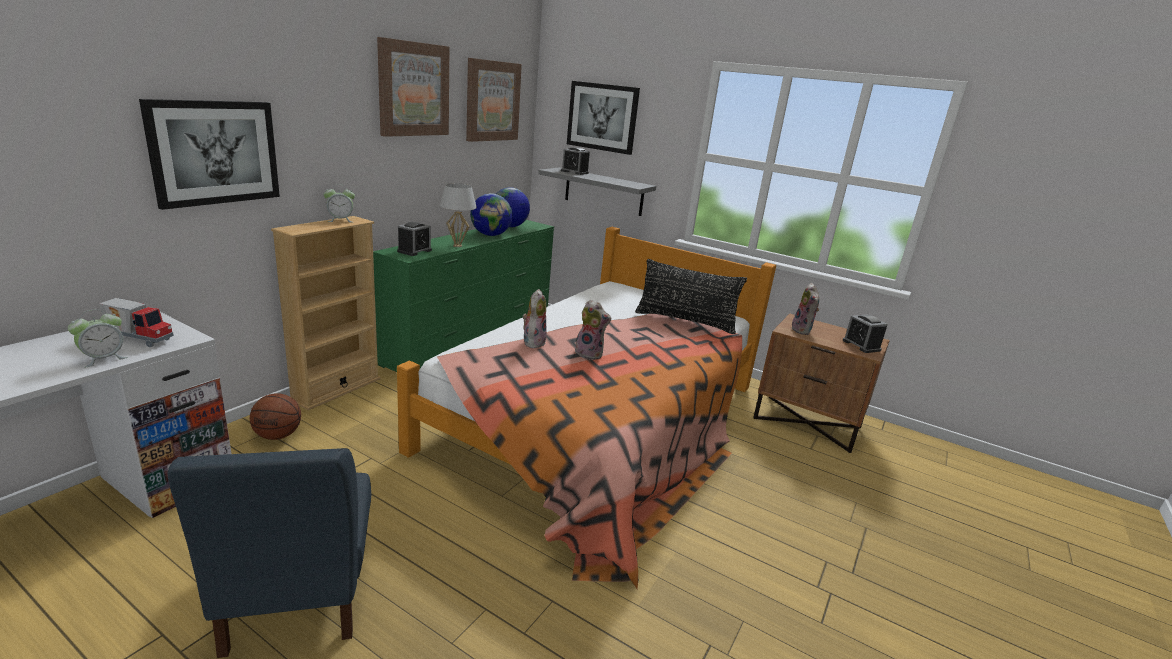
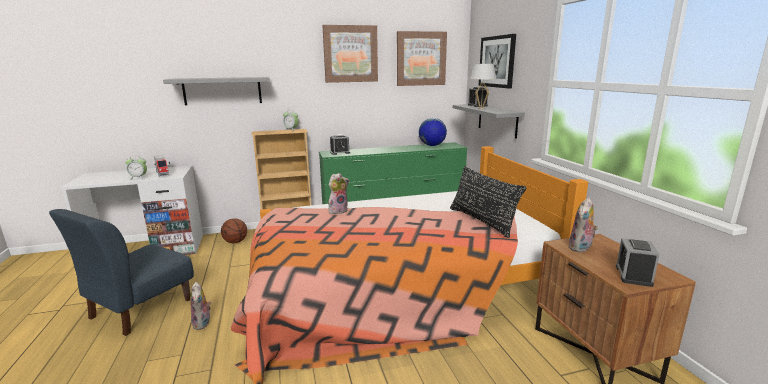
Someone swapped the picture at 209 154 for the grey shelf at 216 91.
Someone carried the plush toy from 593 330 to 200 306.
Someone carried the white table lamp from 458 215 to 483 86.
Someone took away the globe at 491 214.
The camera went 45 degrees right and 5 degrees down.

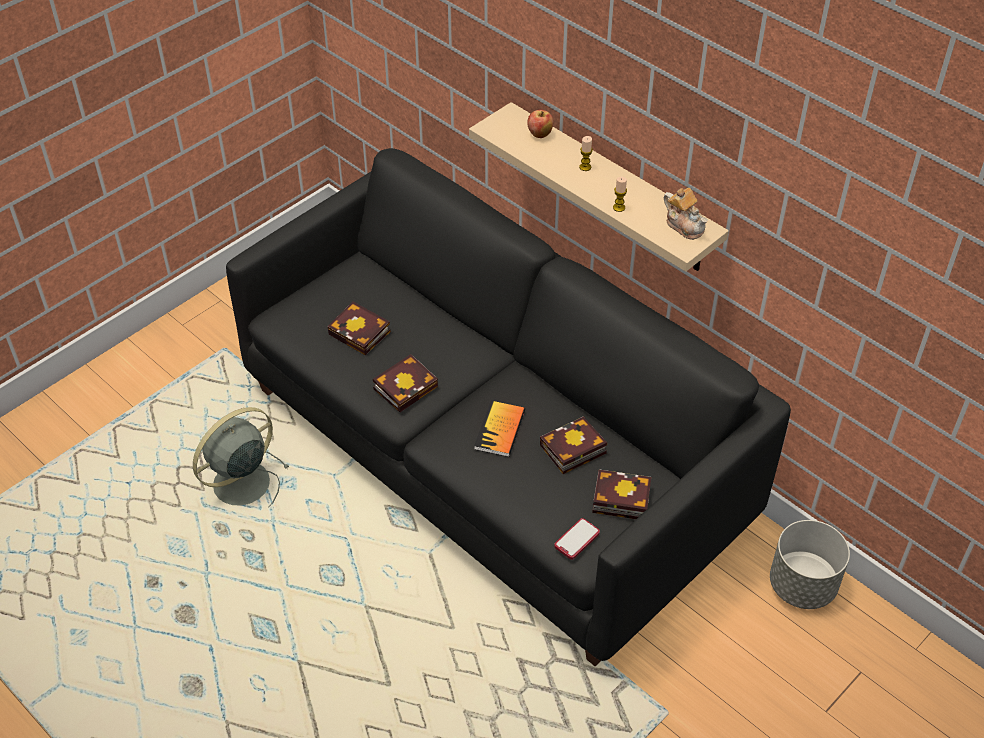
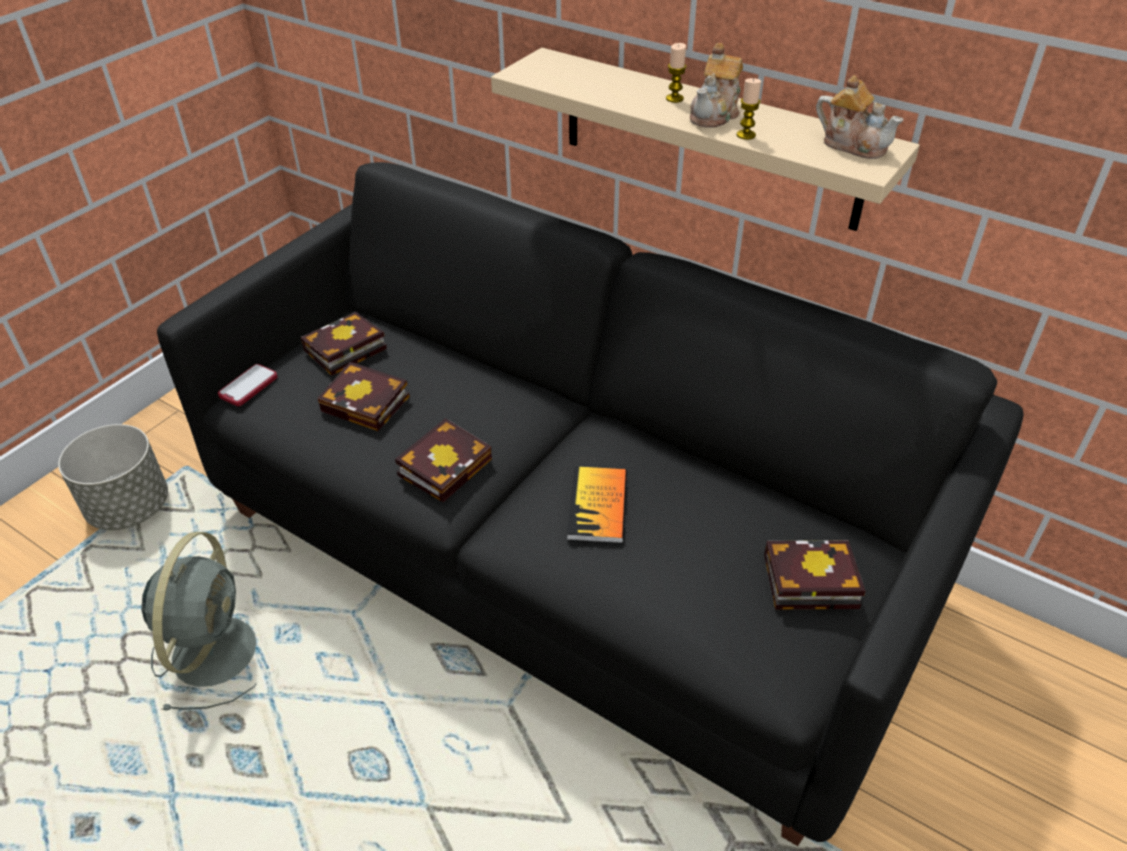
Someone carried the grey planter from 810 564 to 113 477.
Someone rotated the grey fan at 241 457 by 150 degrees clockwise.
Someone carried the phone from 577 539 to 248 385.
Someone carried the book from 573 445 to 344 344.
Someone put down the teapot at 716 85.
Someone took away the apple at 540 124.
The camera went 10 degrees left and 5 degrees down.

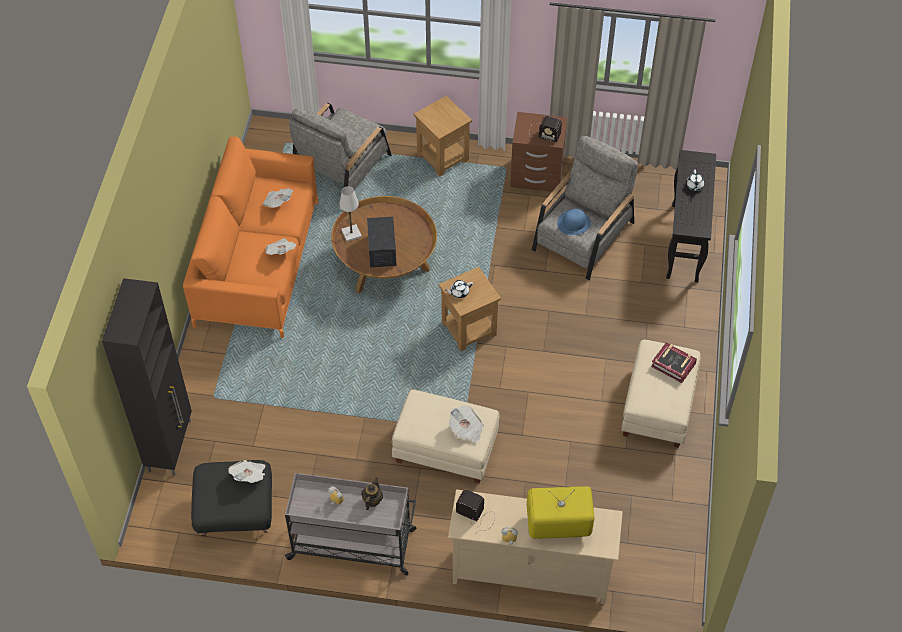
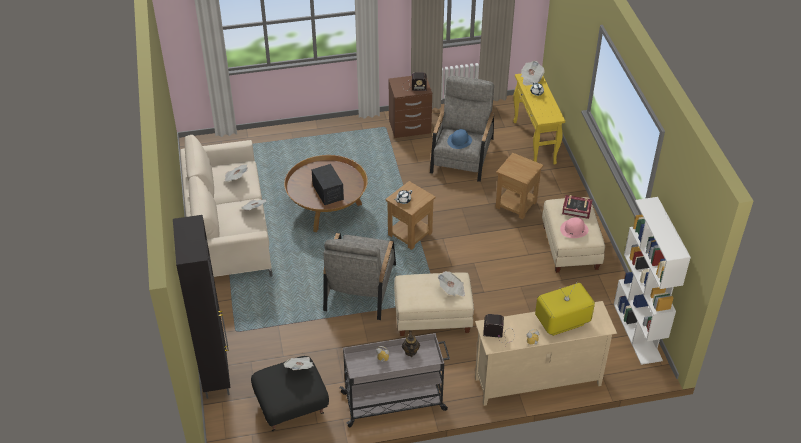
Someone repainted the orange sofa at 251 237, which became the beige sofa at 226 206.
Someone carried the grey armchair from 340 146 to 359 276.
Someone carried the brown side table from 443 136 to 519 186.
Someone repainted the black console table at 691 216, which became the yellow console table at 539 118.
Someone put down the newspaper at 533 73.
Someone put down the pink hat at 574 227.
Someone put down the white bookcase at 652 281.
Someone took away the white table lamp at 350 214.
The camera went 20 degrees left and 10 degrees down.

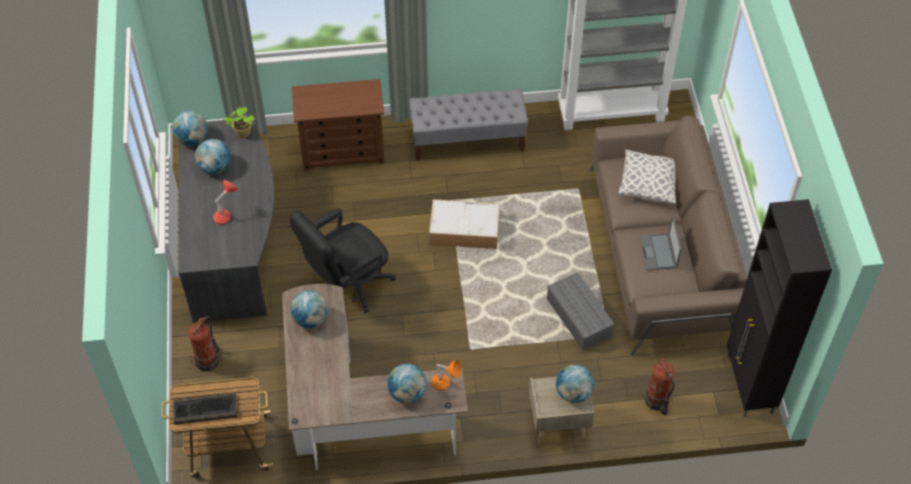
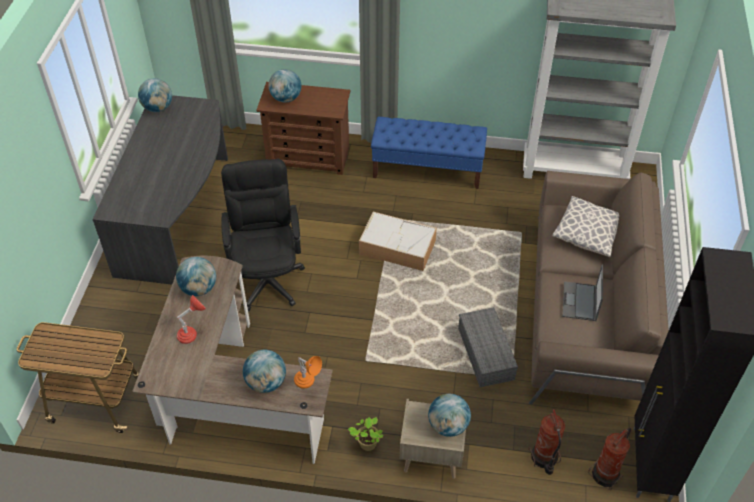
Someone carried the red table lamp from 225 202 to 191 319.
Someone rotated the black office chair at 343 260 by 105 degrees clockwise.
Someone carried the globe from 213 156 to 284 85.
Someone carried the potted plant from 239 122 to 366 434.
Someone repainted the grey bench at 468 125, which became the blue bench at 429 153.
Someone carried the fire extinguisher from 205 344 to 609 459.
Someone took away the keyboard at 205 409.
The camera went 15 degrees right and 5 degrees down.

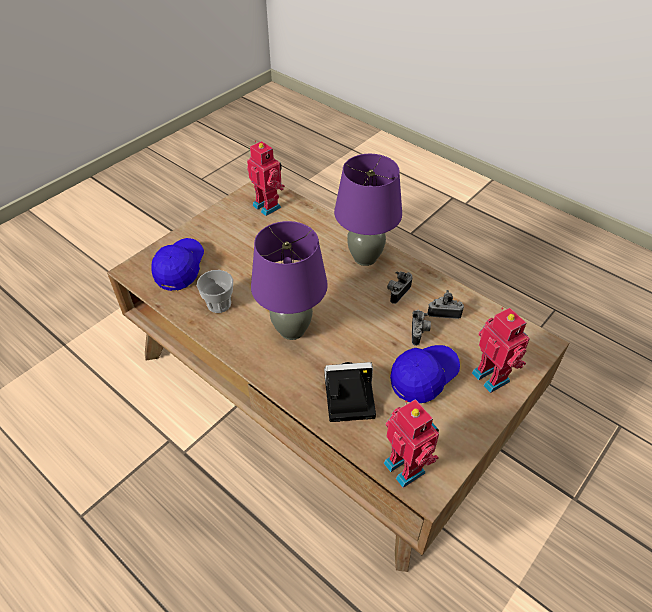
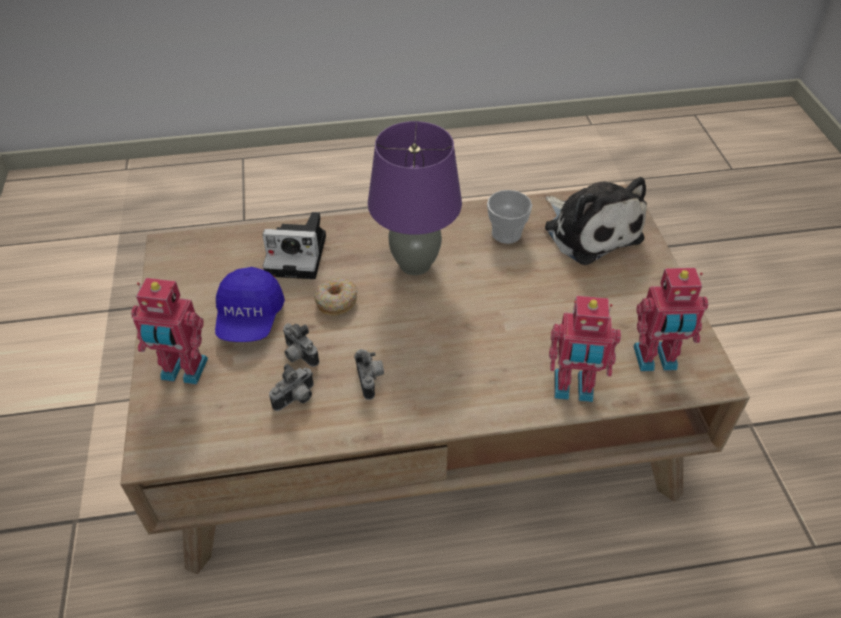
Someone rotated the photo camera at 350 392 by 60 degrees clockwise.
Someone put down the donut at 336 297.
Someone swapped the blue cap at 177 264 for the plush toy at 596 221.
Someone carried the toy robot from 411 443 to 585 349.
Someone took away the purple table lamp at 368 210.
The camera went 130 degrees right and 0 degrees up.

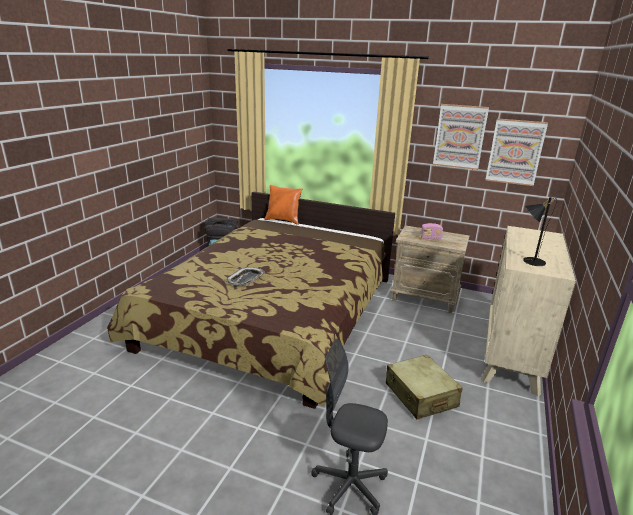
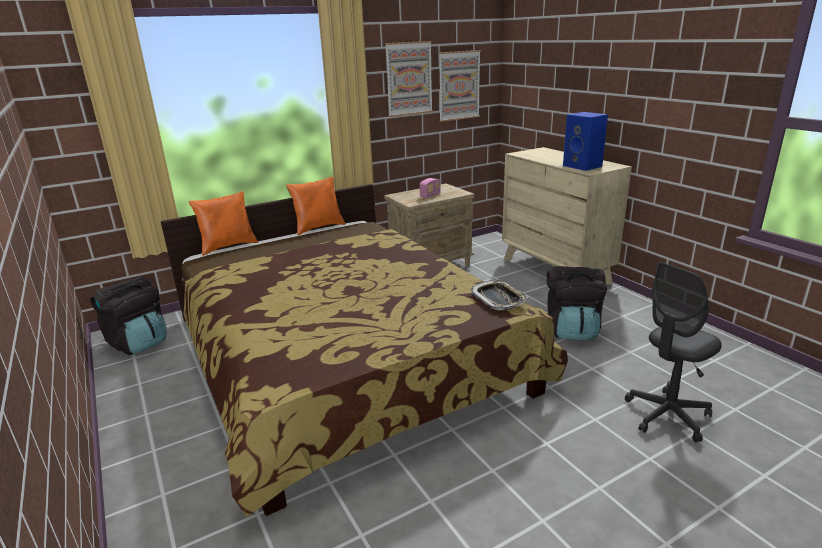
Someone put down the orange pillow at 316 205.
Someone carried the tray from 245 276 to 499 295.
Someone swapped the beige suitcase at 424 387 for the black backpack at 577 303.
Someone swapped the black table lamp at 540 231 for the blue speaker at 585 141.
The camera went 50 degrees left and 0 degrees up.

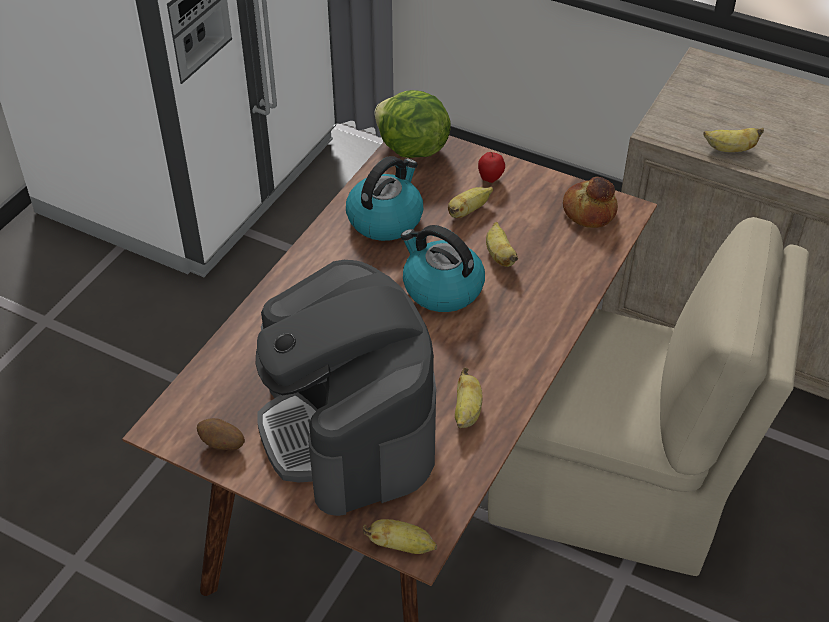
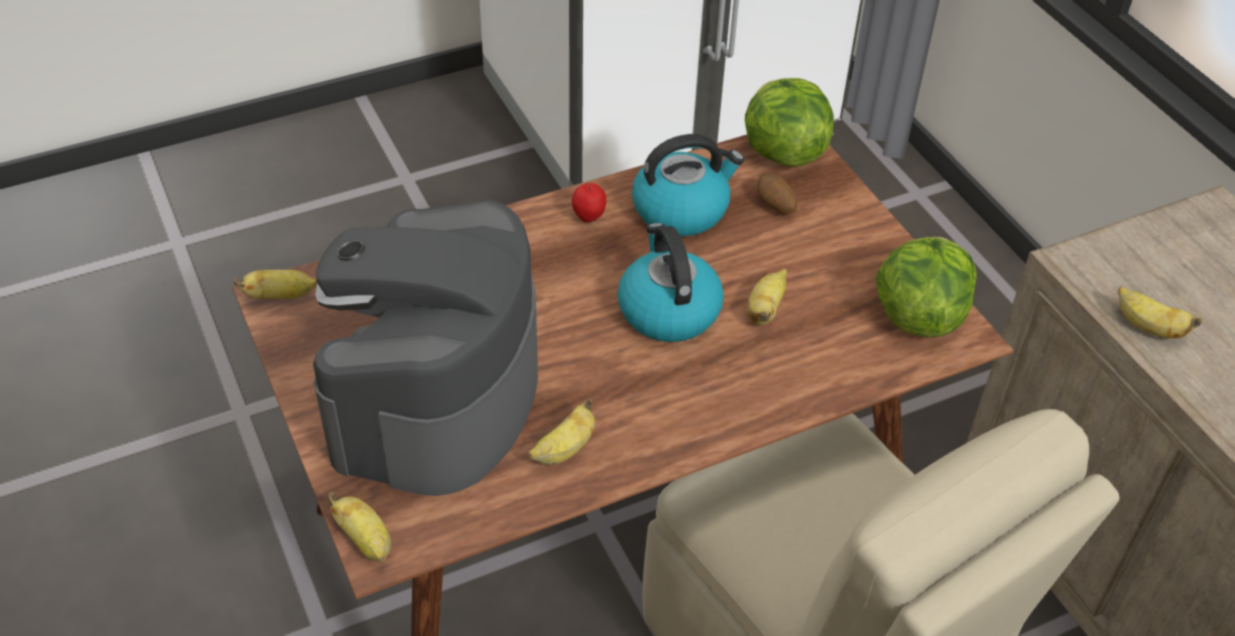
Someone carried the banana from 470 202 to 275 284.
Someone carried the apple from 491 167 to 589 202.
Someone carried the potato from 221 434 to 777 194.
Someone swapped the bread at 590 202 for the lettuce at 926 287.
The camera went 35 degrees right and 0 degrees up.

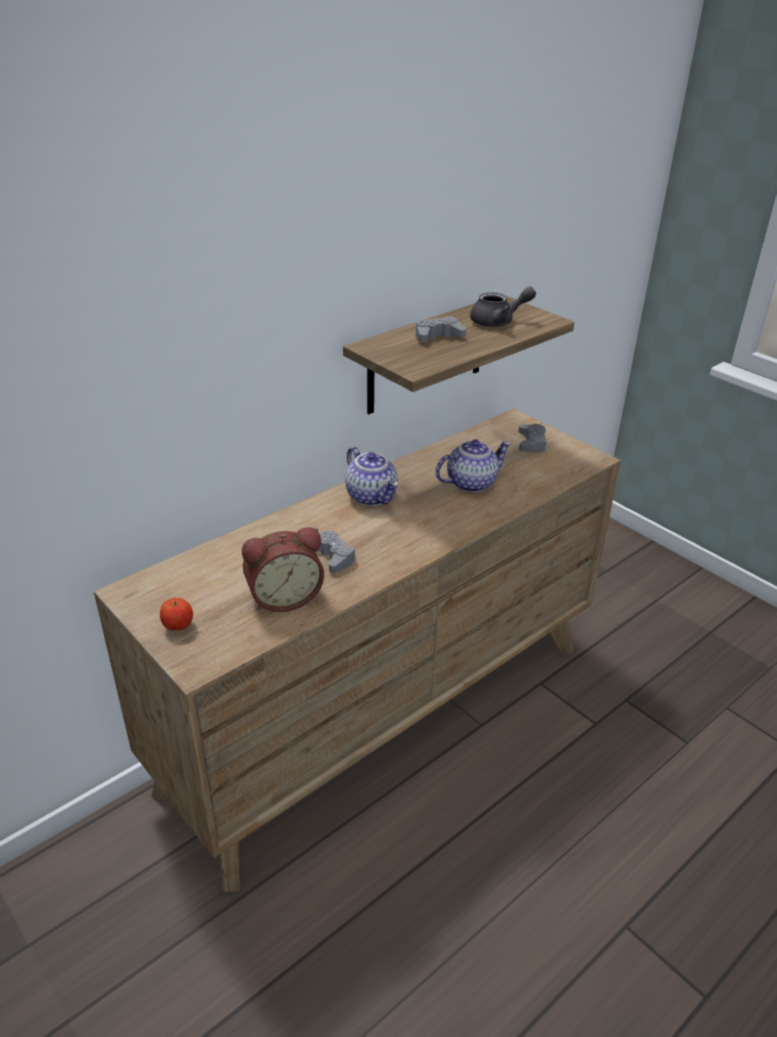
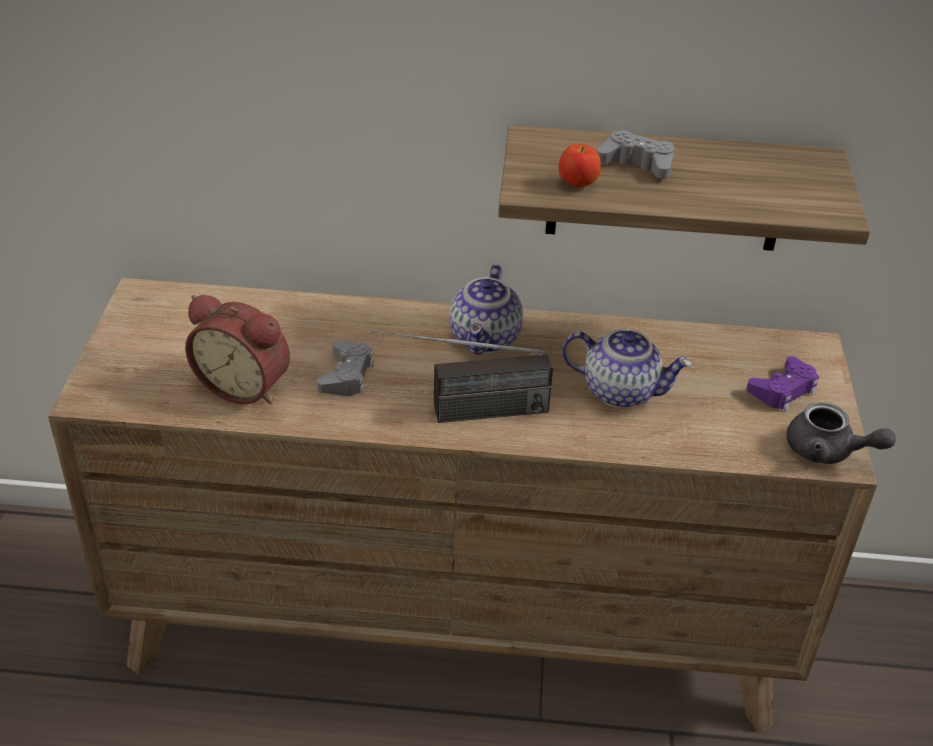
Someone put down the radio at 462 376.
Someone carried the apple from 176 614 to 580 166.
Someone repainted the grey game controller at 532 438, which became the purple game controller at 783 384.
Someone carried the grey teapot from 503 307 to 841 433.
The camera went 45 degrees right and 5 degrees up.

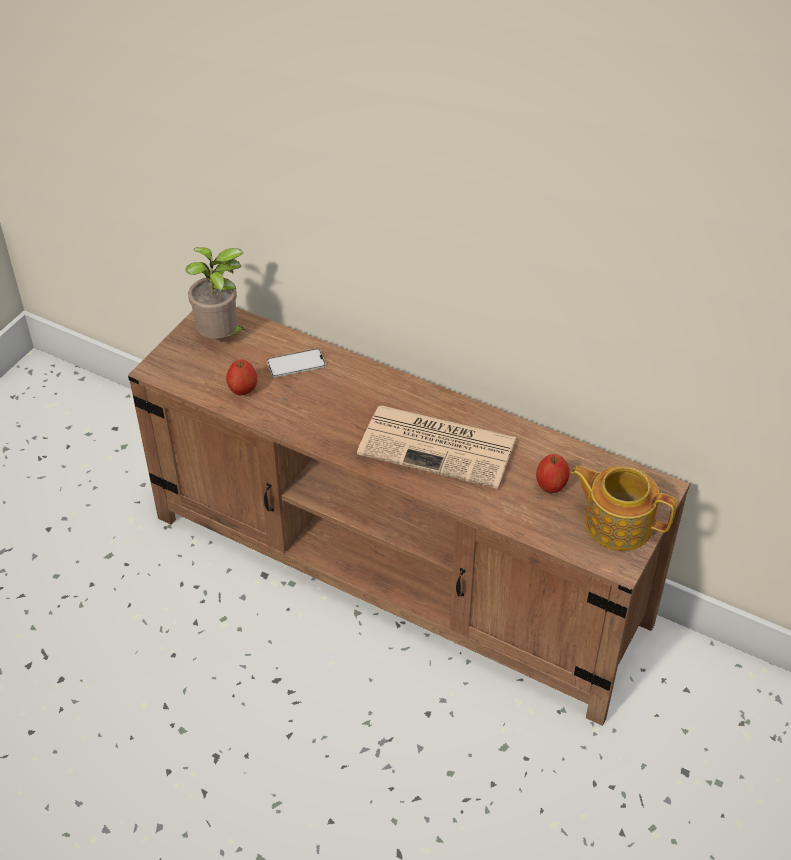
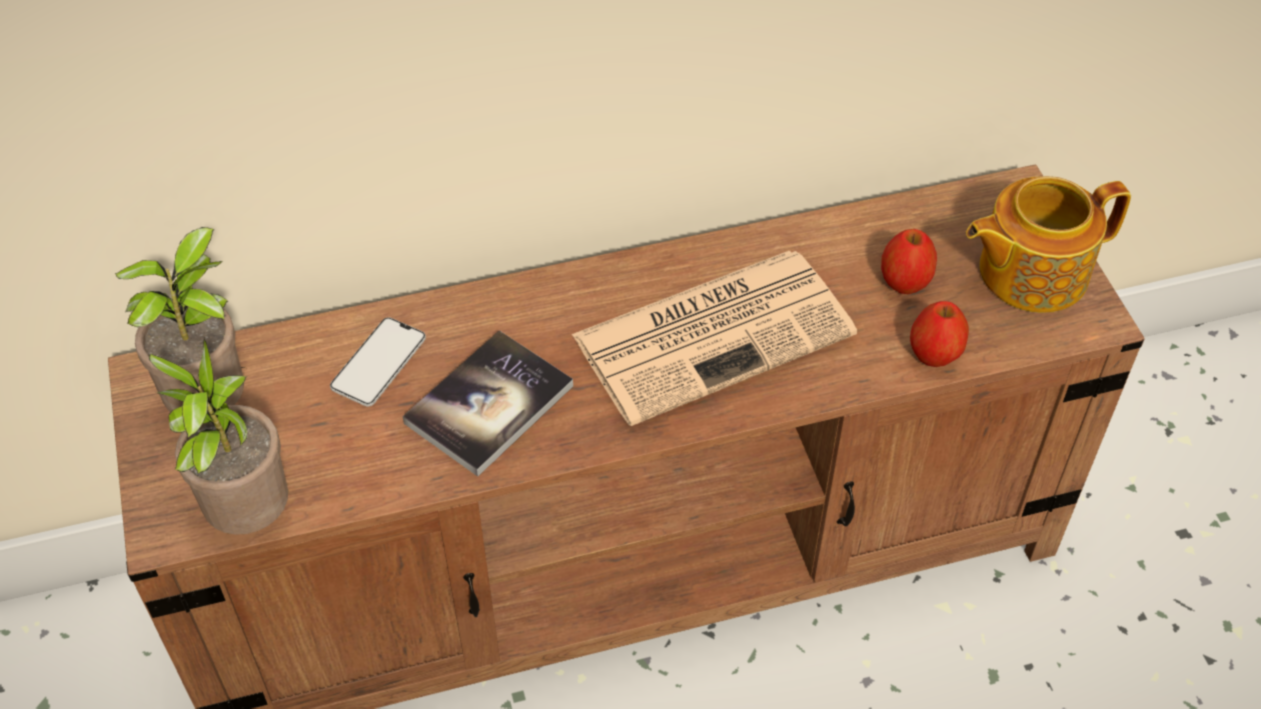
Someone put down the potted plant at 218 437.
Someone put down the book at 487 403.
Someone carried the apple from 241 377 to 939 334.
The camera went 45 degrees left and 5 degrees up.

